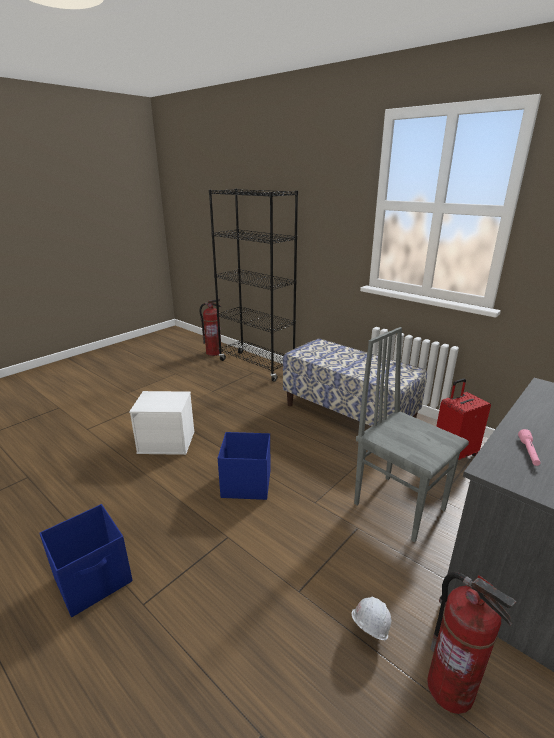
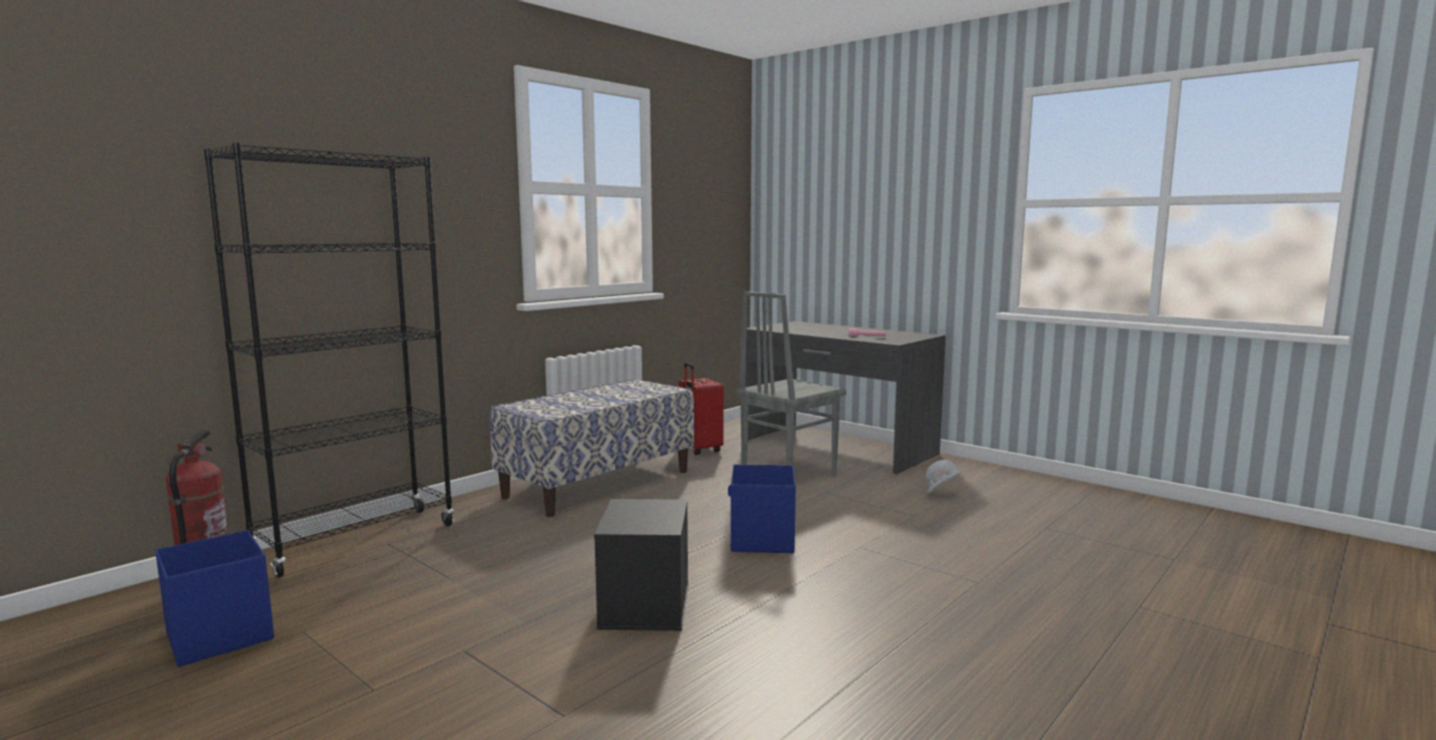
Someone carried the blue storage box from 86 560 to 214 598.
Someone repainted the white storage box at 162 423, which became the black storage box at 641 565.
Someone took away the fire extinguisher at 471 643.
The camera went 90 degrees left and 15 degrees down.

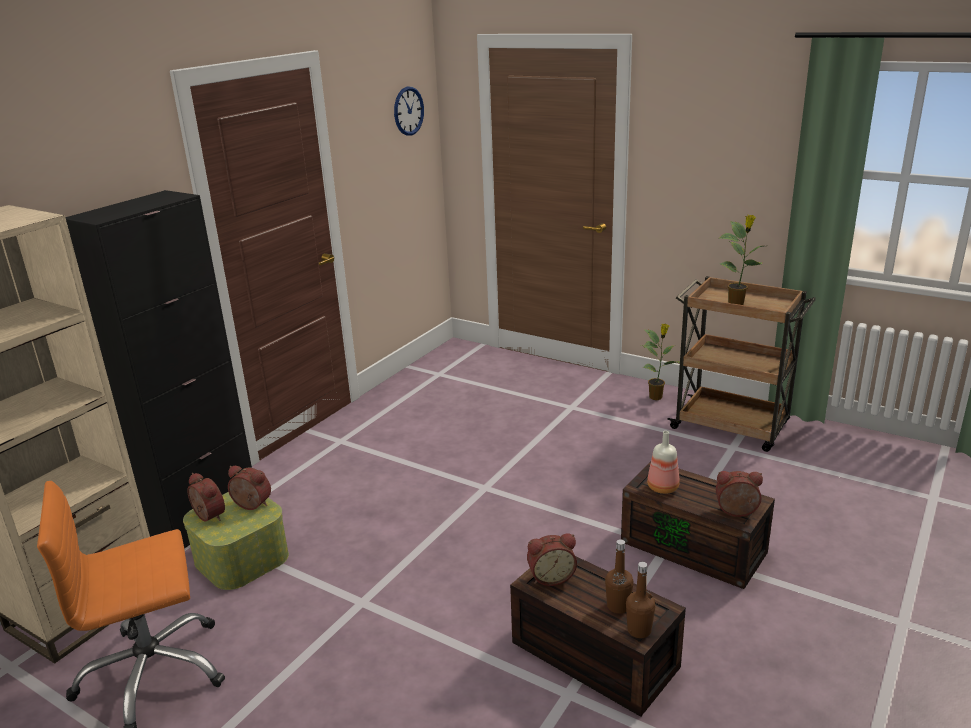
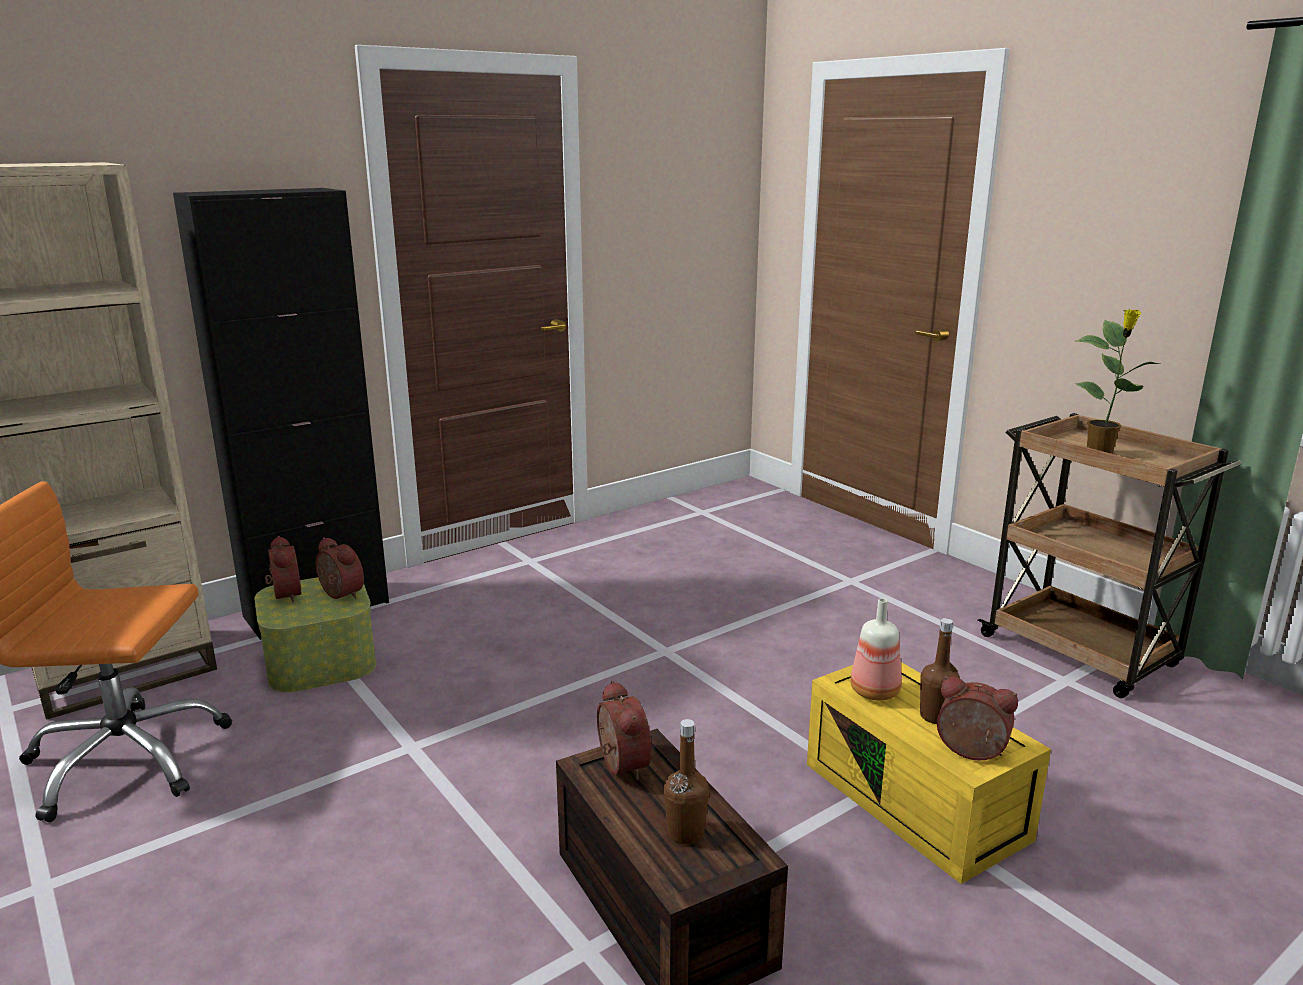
Someone rotated the alarm clock at 552 560 by 120 degrees counterclockwise.
Someone repainted the brown storage box at 698 525, which became the yellow storage box at 929 773.
Someone carried the brown bottle from 641 600 to 940 671.
Someone took away the wall clock at 409 111.
Someone took away the potted plant at 660 362.
The camera went 20 degrees right and 5 degrees down.

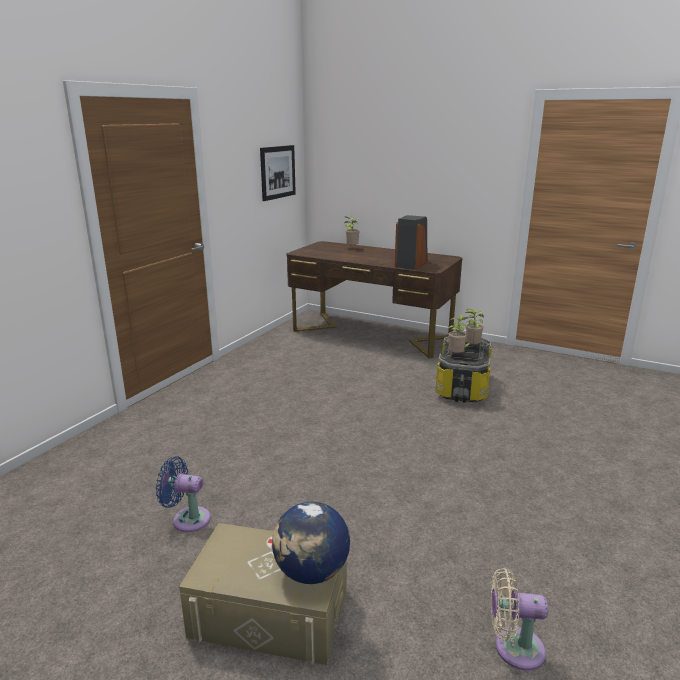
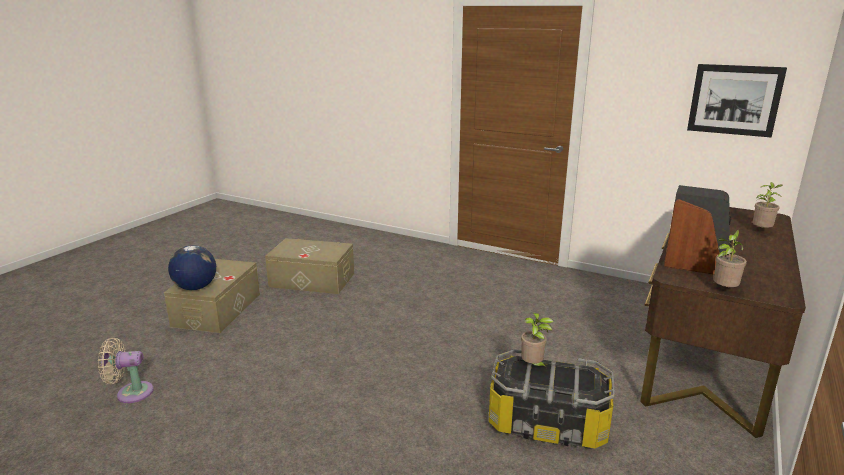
Someone rotated the beige fan at 519 619 by 105 degrees counterclockwise.
Someone swapped the blue fan at 183 494 for the beige storage box at 309 266.
Someone carried the potted plant from 474 328 to 729 258.
The camera went 90 degrees right and 0 degrees up.

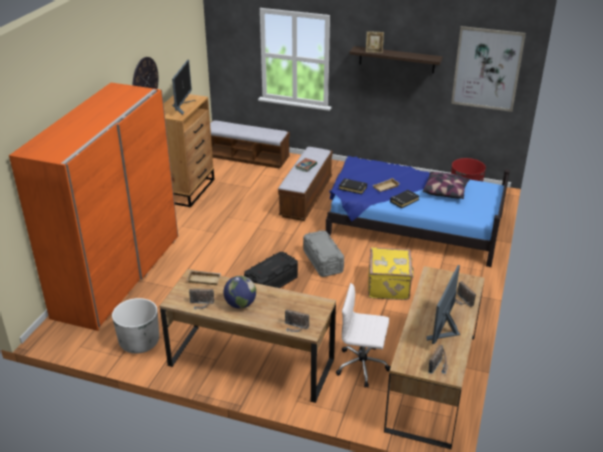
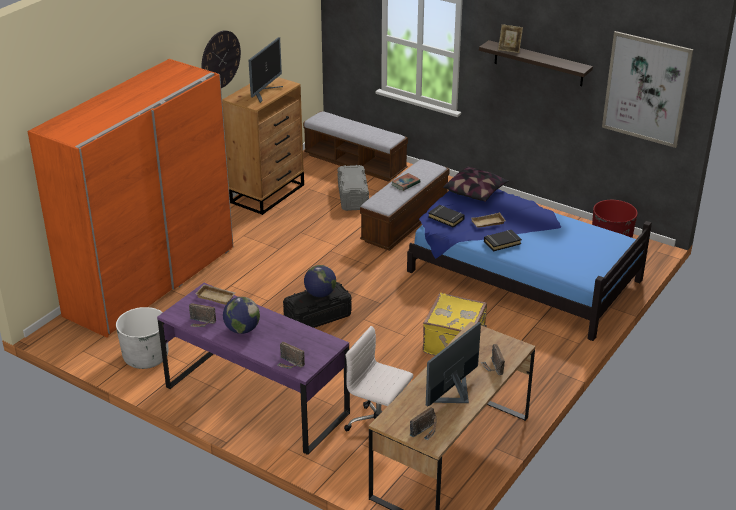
Someone repainted the brown desk at 248 336, which became the purple desk at 253 369.
Someone put down the globe at 320 281.
Someone carried the grey storage box from 323 253 to 353 188.
Someone carried the pillow from 446 185 to 476 184.
The camera went 15 degrees right and 0 degrees up.

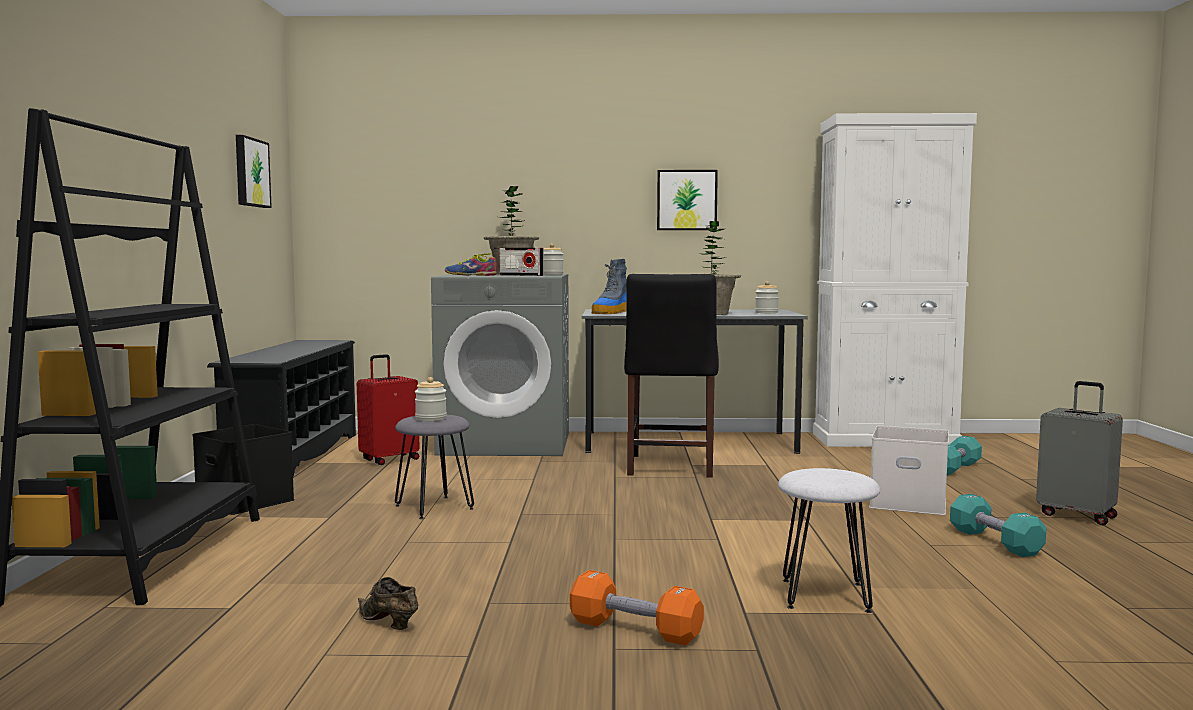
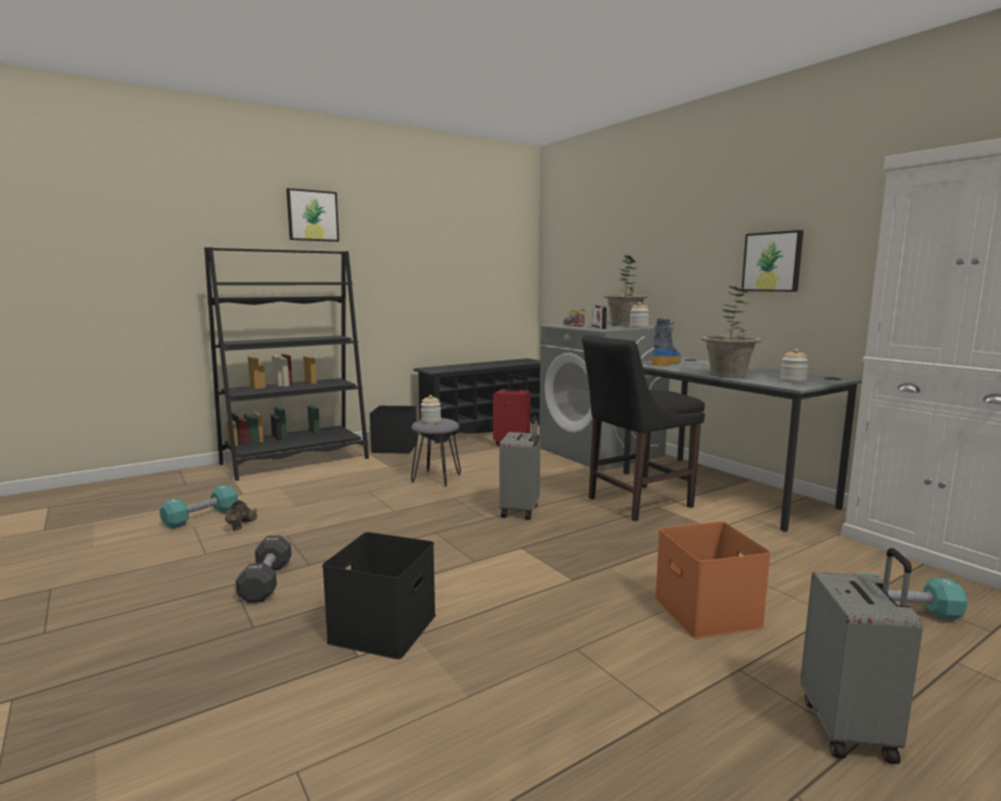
Someone carried the turquoise dumbbell from 998 525 to 199 506.
Someone repainted the orange dumbbell at 637 608, which became the black dumbbell at 264 569.
Someone carried the picture from 254 171 to 312 215.
Someone swapped the white stool at 829 540 for the black storage box at 379 595.
Someone put down the grey suitcase at 520 468.
Someone rotated the boot at 609 286 by 135 degrees clockwise.
Someone repainted the white storage box at 909 470, which became the orange storage box at 713 580.
The camera went 55 degrees right and 5 degrees up.

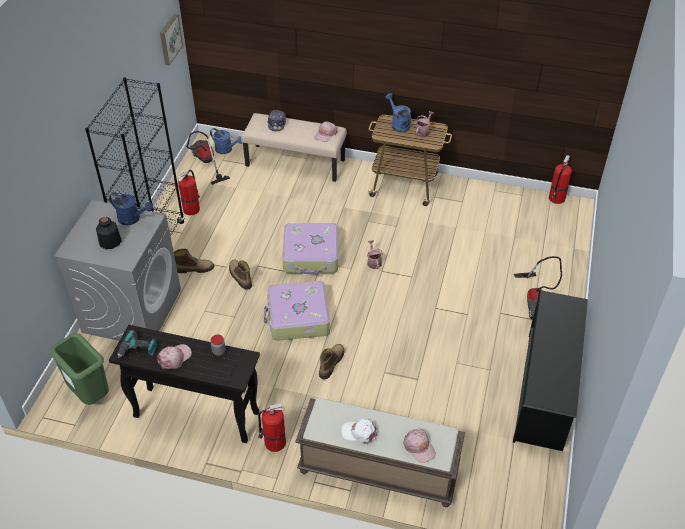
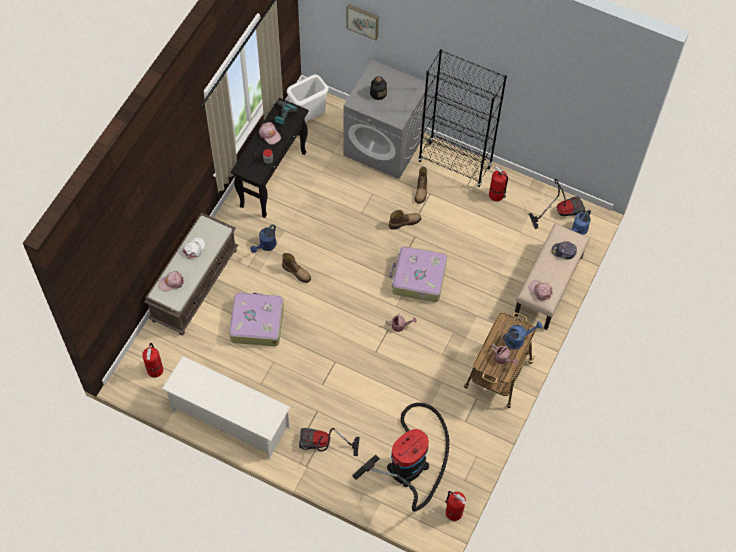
Someone carried the fire extinguisher from 272 427 to 152 360.
Someone repainted the black shoe rack at 550 370, which became the white shoe rack at 226 407.
Someone carried the suitcase from 297 311 to 256 319.
Someone carried the blue watering can from 131 209 to 264 238.
Someone repainted the green trash can at 79 369, which became the white trash can at 307 98.
Someone carried the picture from 171 40 to 362 22.
Someone put down the vacuum cleaner at 401 456.
The camera went 100 degrees right and 15 degrees up.

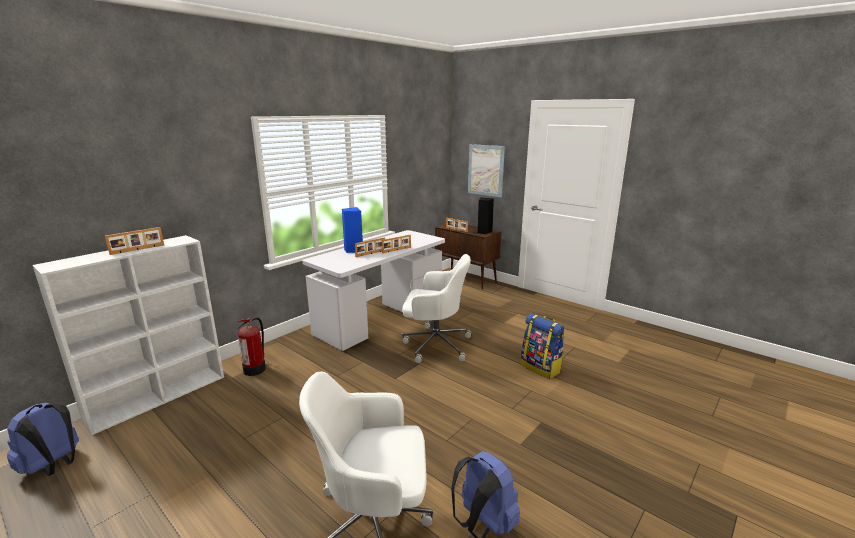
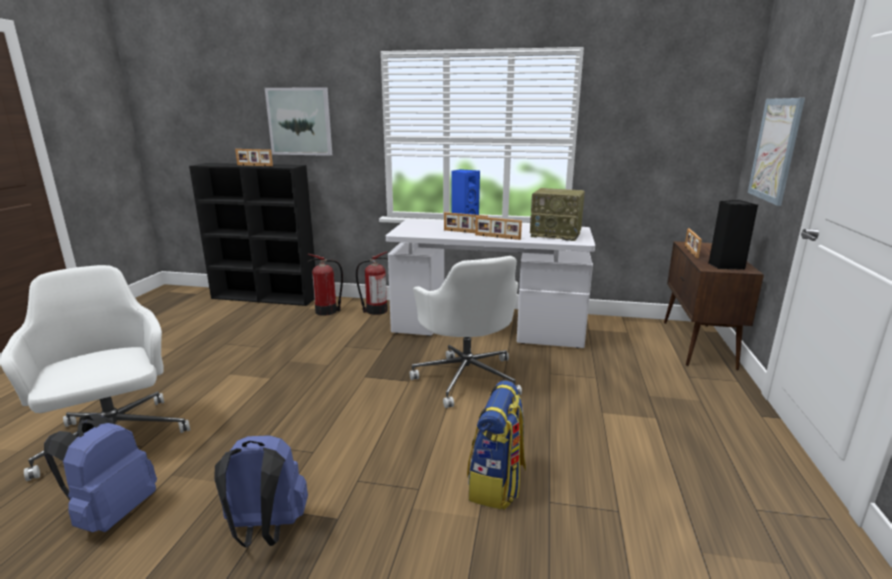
Someone repainted the white bookcase at 128 335, which became the black bookcase at 252 234.
Someone carried the blue backpack from 43 439 to 261 491.
Someone put up the picture at 298 121.
Someone put down the fire extinguisher at 372 283.
Someone put down the radio at 557 214.
The camera went 60 degrees right and 0 degrees up.

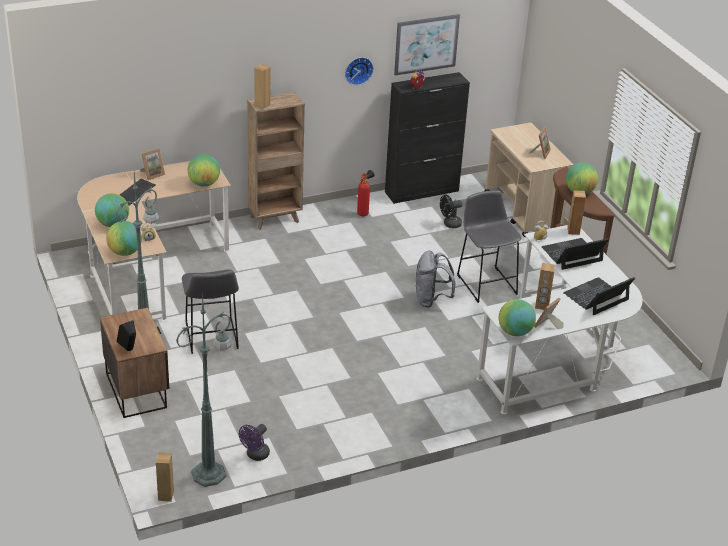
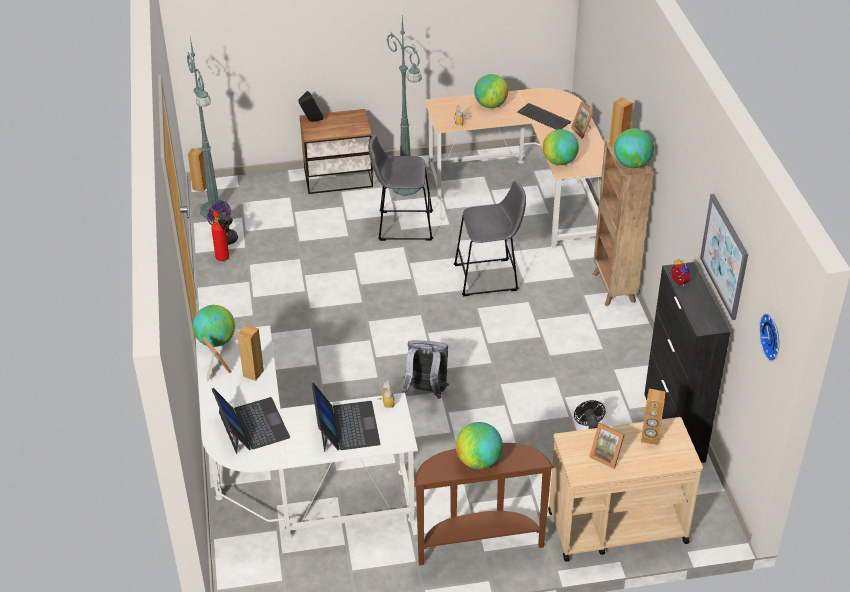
Someone carried the fire extinguisher from 365 193 to 220 235.
Someone carried the grey stool from 489 246 to 490 238.
Someone carried the globe from 124 238 to 634 148.
Someone carried the brown speaker from 576 213 to 653 417.
Someone carried the wall clock from 359 71 to 769 337.
The camera went 105 degrees right and 5 degrees up.

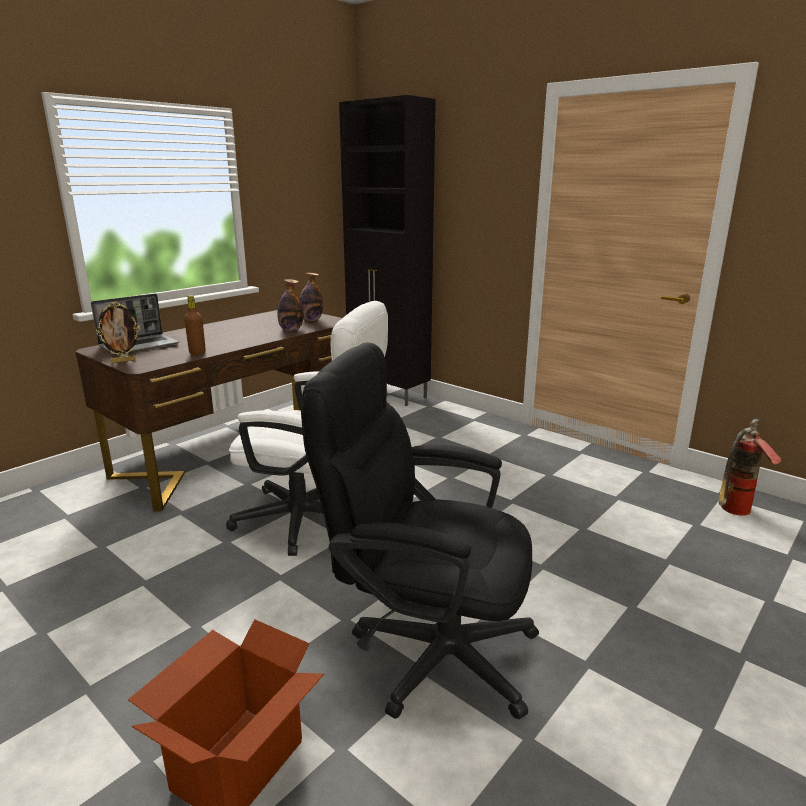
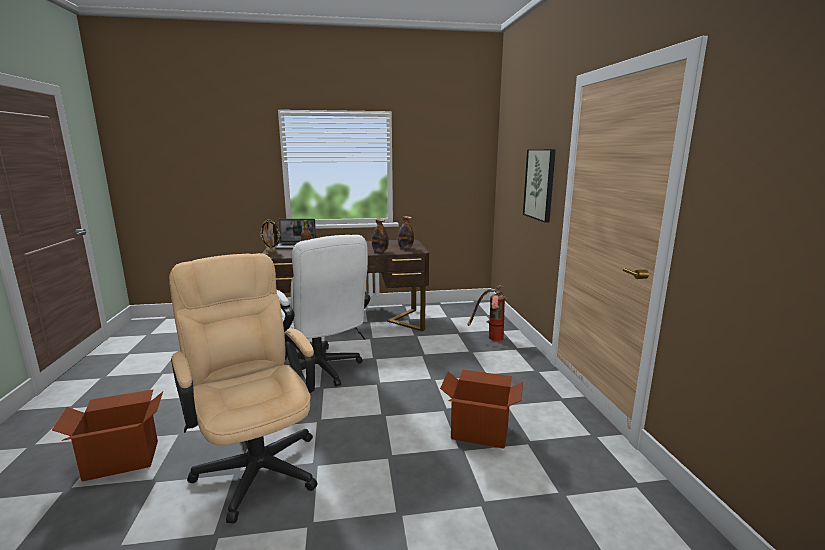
Someone repainted the black office chair at 419 530, which became the beige office chair at 243 388.
Someone put down the cardboard box at 481 409.
Someone carried the fire extinguisher from 750 467 to 487 313.
Someone put up the picture at 539 186.
Someone took away the black cabinet at 387 250.
The camera went 40 degrees right and 5 degrees down.

